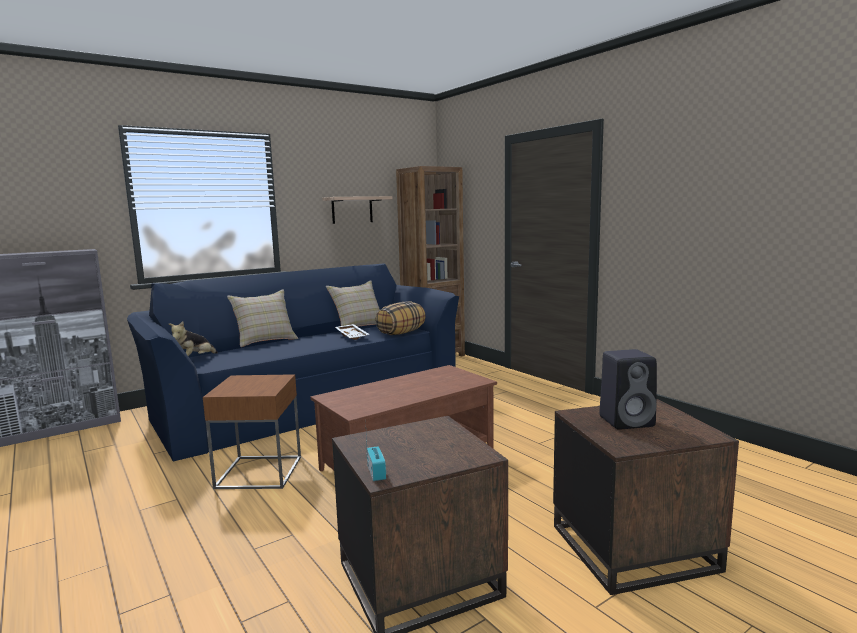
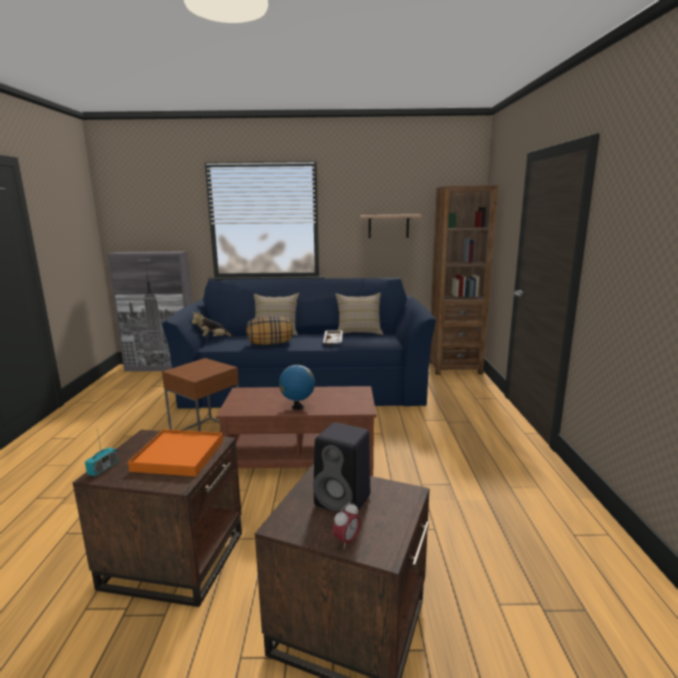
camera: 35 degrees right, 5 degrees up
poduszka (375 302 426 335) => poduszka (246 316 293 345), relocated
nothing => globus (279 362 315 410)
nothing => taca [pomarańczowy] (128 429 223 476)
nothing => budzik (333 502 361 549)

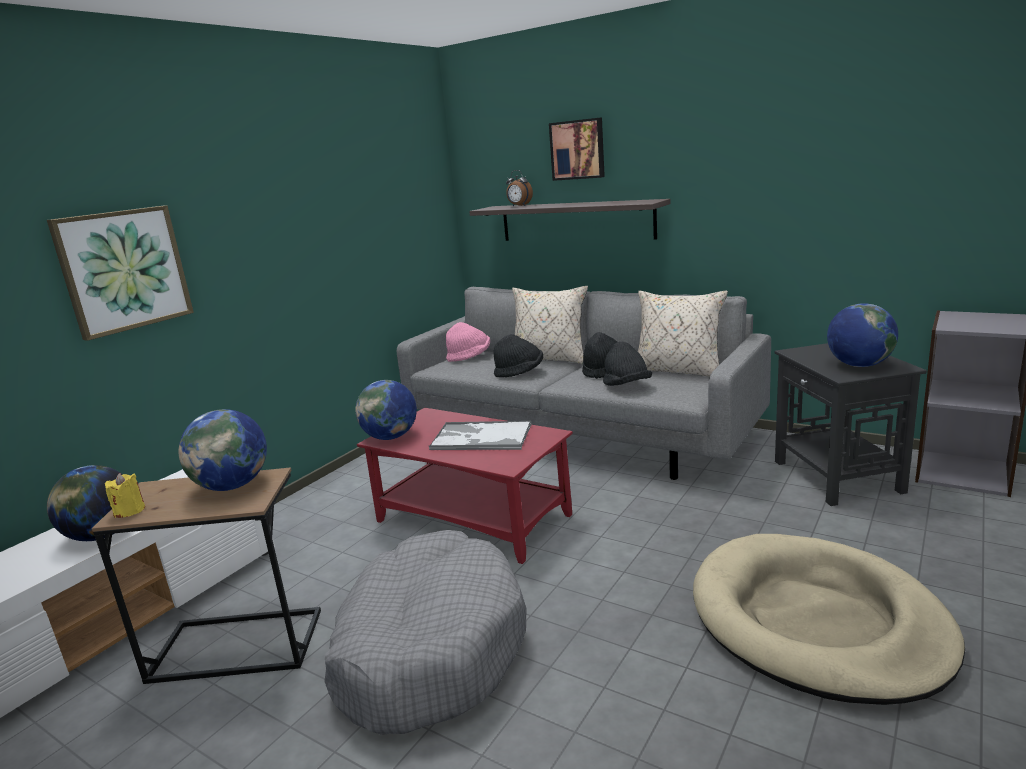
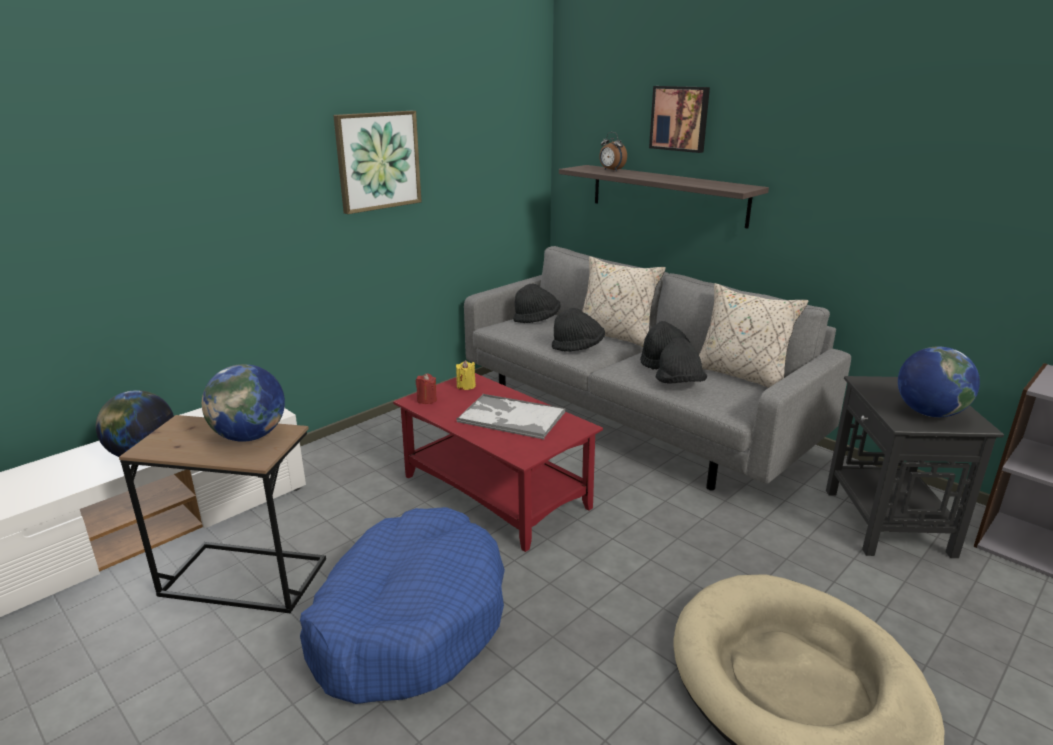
camera: 10 degrees right, 5 degrees up
obraz (47 205 194 341) => obraz (333 111 422 214), relocated
kapelusz [różowy] (446 322 490 362) => kapelusz [czarny] (513 283 560 323)
globus (355 380 417 440) => świeca [czerwony] (416 374 437 404)
świeca [żółty] (105 473 145 518) => świeca [żółty] (456 360 476 390), relocated
legowisko [szary] (324 530 526 735) => legowisko [niebieski] (300 507 505 704)

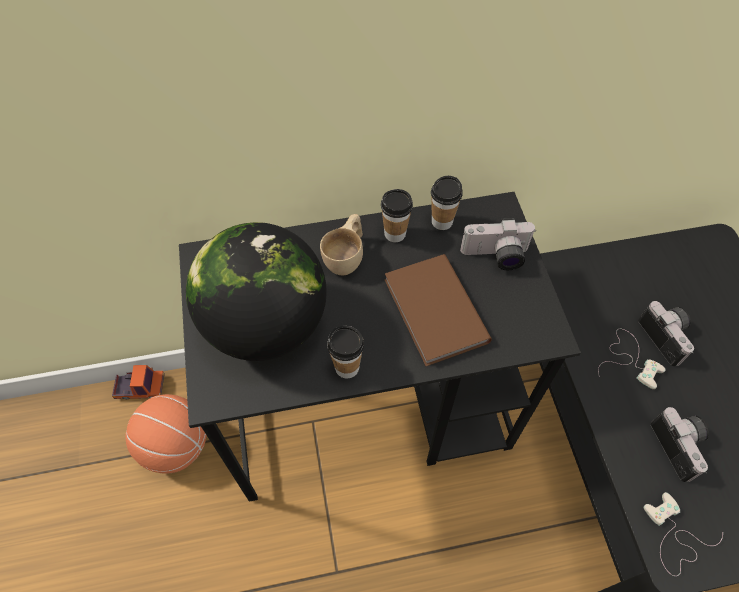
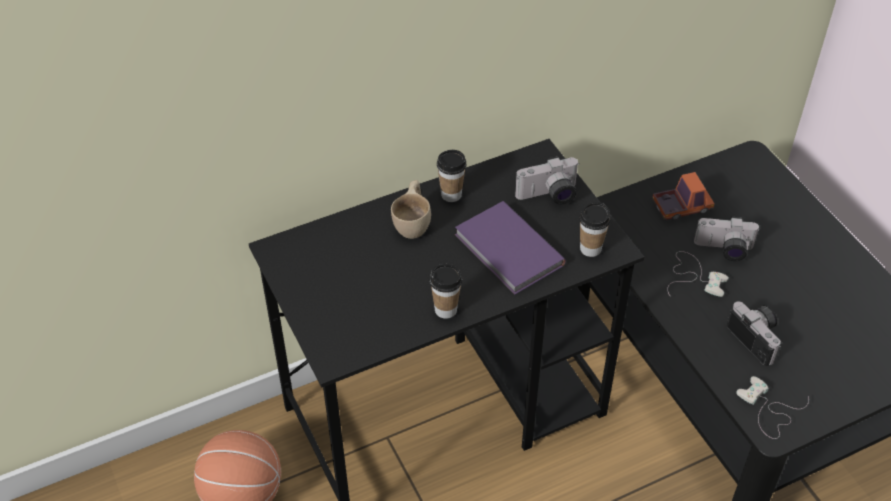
camera: 15 degrees left, 10 degrees down
filiżanka (431 176 463 230) => filiżanka (579 202 610 257), relocated
globus (186 222 327 361) => nothing
książka [brązowy] (385 254 492 366) => książka [fioletowy] (455 201 566 294)
aparat fotograficzny (638 301 694 366) => aparat fotograficzny (694 217 759 261), 135 degrees clockwise
ciężarówka zabawkowa (112 365 165 399) => ciężarówka zabawkowa (652 172 715 220), relocated

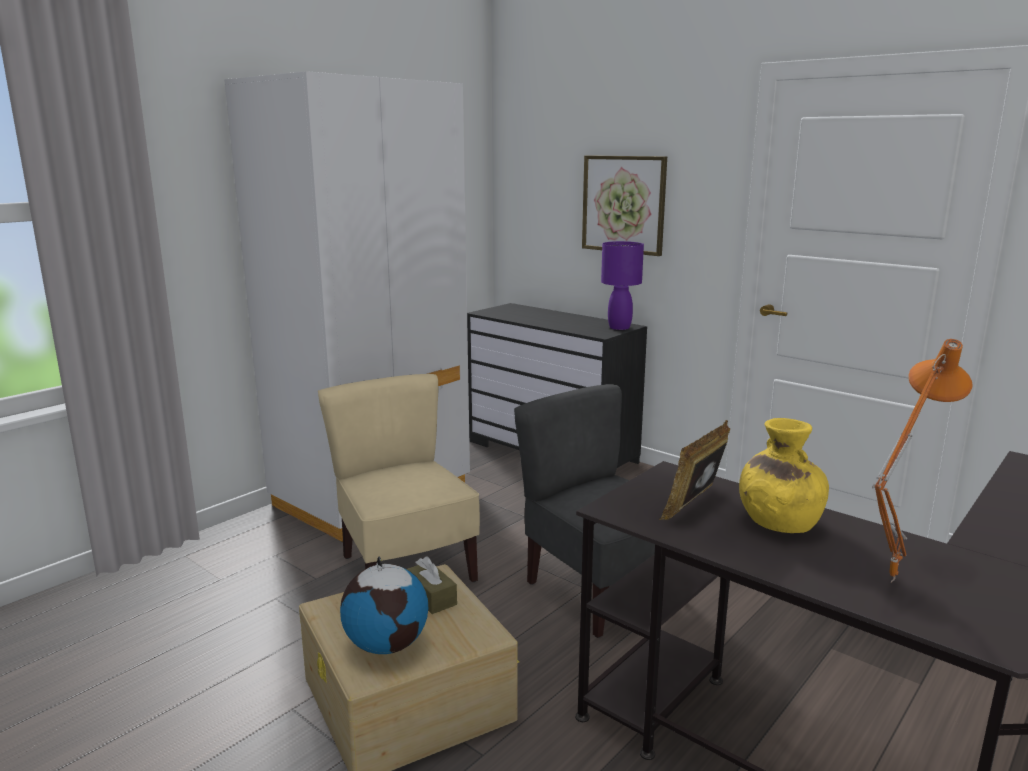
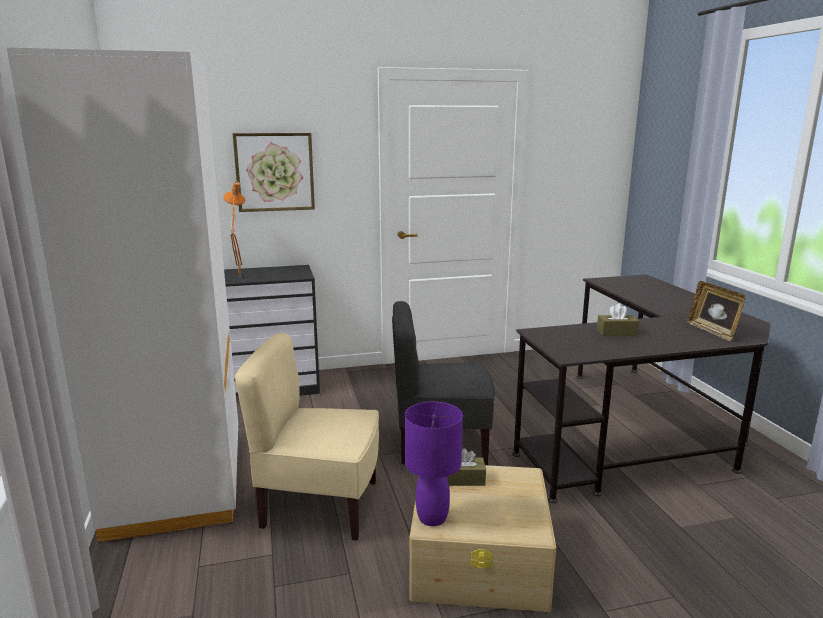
camera: 55 degrees left, 0 degrees up
lampa stołowa [fioletowy] (601 241 644 330) => lampa stołowa [fioletowy] (405 402 463 526), relocated
lampa stołowa [pomarańczowy] (872 339 972 582) => lampa stołowa [pomarańczowy] (223 181 245 276), relocated
wazon [żółty] (739 418 829 533) => pudełko chusteczek [brązowy] (597 303 639 336)
ramka na zdjęcie (659 420 730 520) => ramka na zdjęcie (687 281 746 341), relocated
globus (340 557 428 654) => nothing

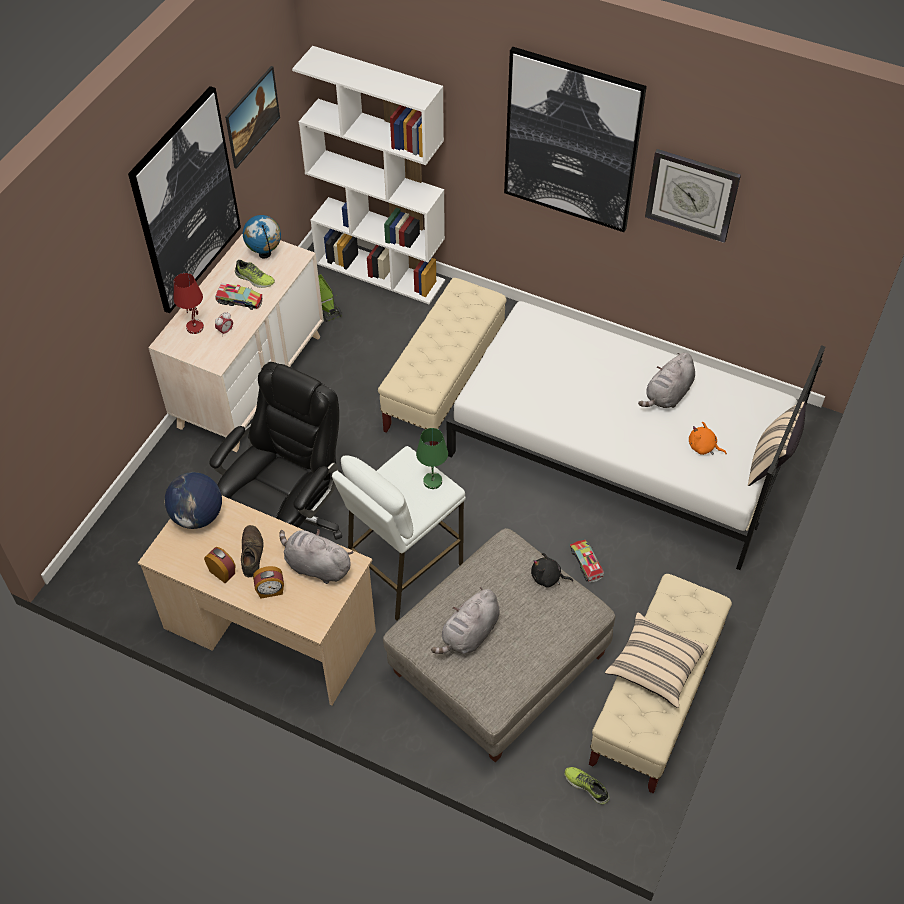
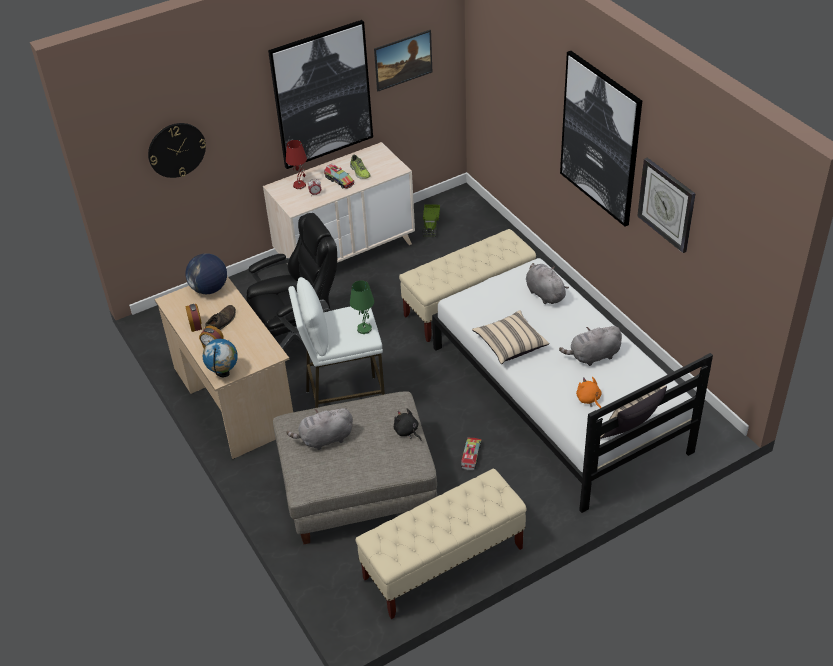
camera: 35 degrees right, 10 degrees down
regał [biały] (292 46 445 304) => nothing
globus (243 215 281 259) => globus (203 339 238 377), relocated
pluszak [szary] (279 529 353 584) => pluszak [szary] (526 263 569 304), relocated
poduszka [beżowy] (605 612 708 708) => poduszka [beżowy] (472 310 549 364), relocated
but (564 767 610 805) => nothing
nothing => zegar ścienny (148 123 206 178)

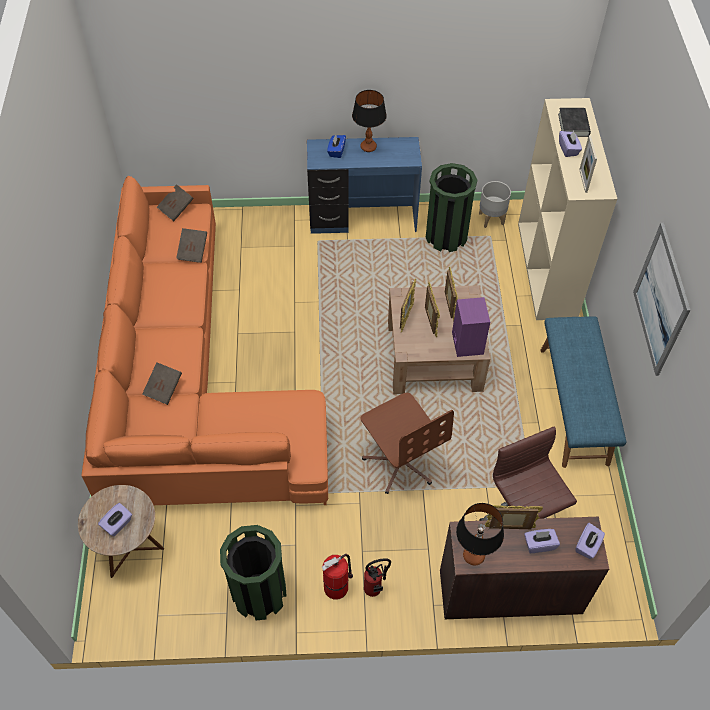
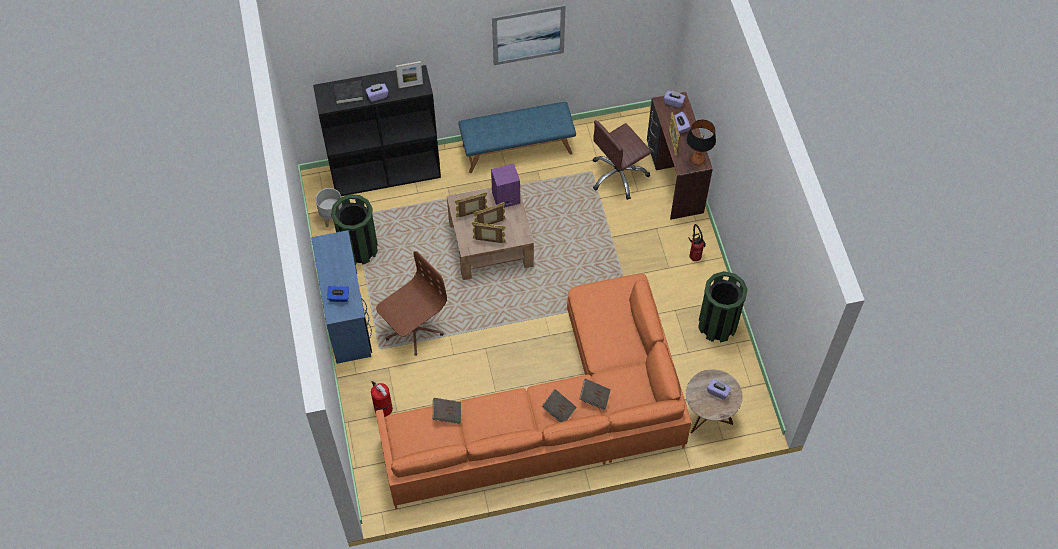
camera: 100 degrees left, 5 degrees up
lampa stołowa (352 90 387 152) => nothing
regał [beżowy] (518 98 617 320) => regał [czarny] (313 65 441 196)
książka [brązowy] (157 184 194 221) => książka [brązowy] (542 389 577 422), relocated
krzesło biurowe [brązowy] (360 393 454 494) => krzesło biurowe [brązowy] (376 251 447 356), relocated
gaśnica (322 554 353 600) => gaśnica (371 381 393 417), relocated

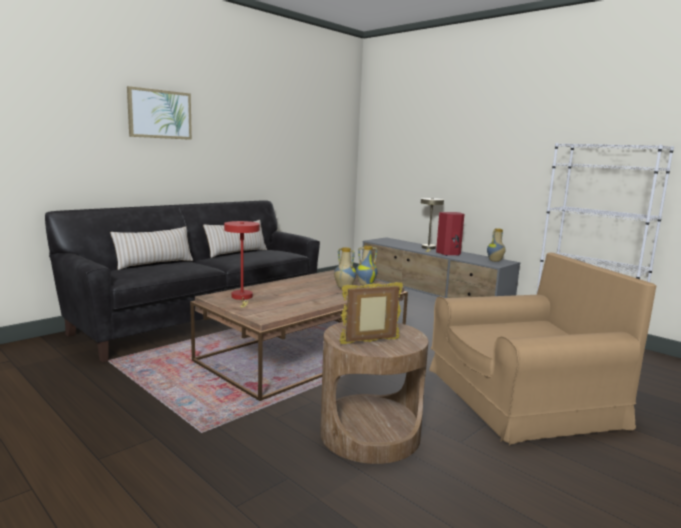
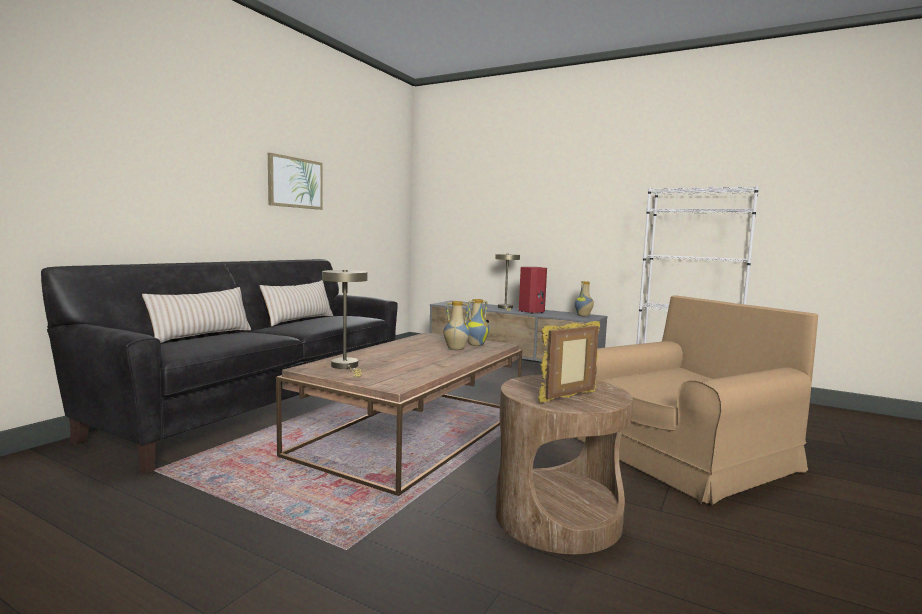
camera: 15 degrees left, 5 degrees down
obraz (127 86 192 140) => obraz (268 153 323 210), relocated
lampa stołowa [czerwony] (224 221 260 307) => lampa stołowa [beżowy] (322 270 367 377)

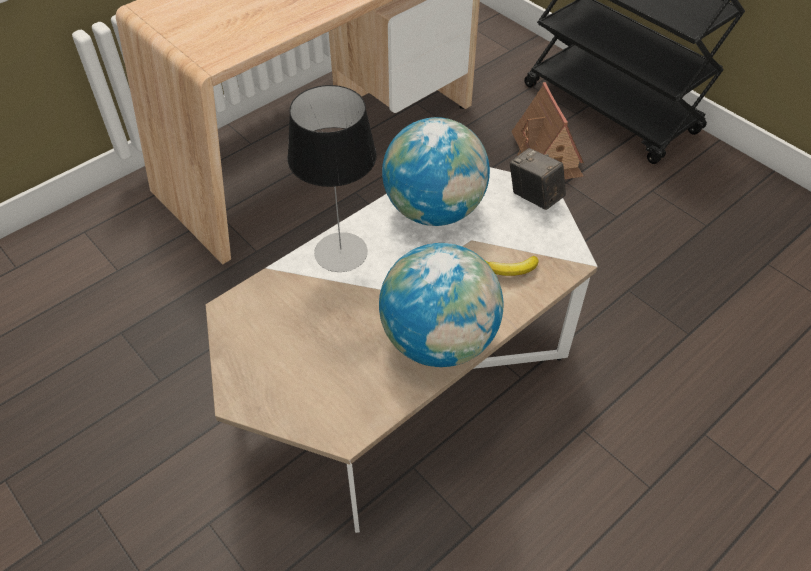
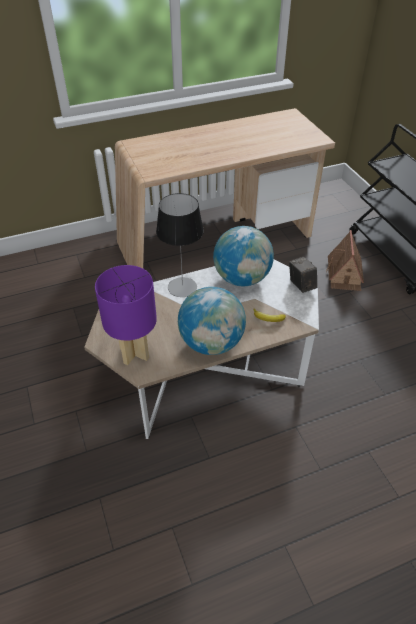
camera: 20 degrees right, 5 degrees down
nothing => lampa stołowa [fioletowy] (95 265 157 365)

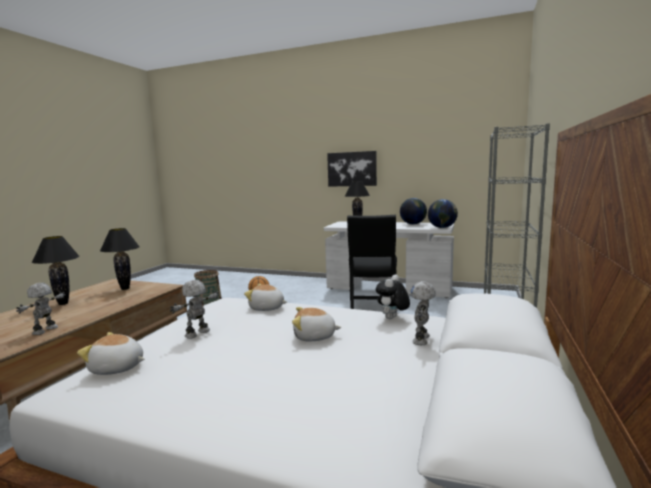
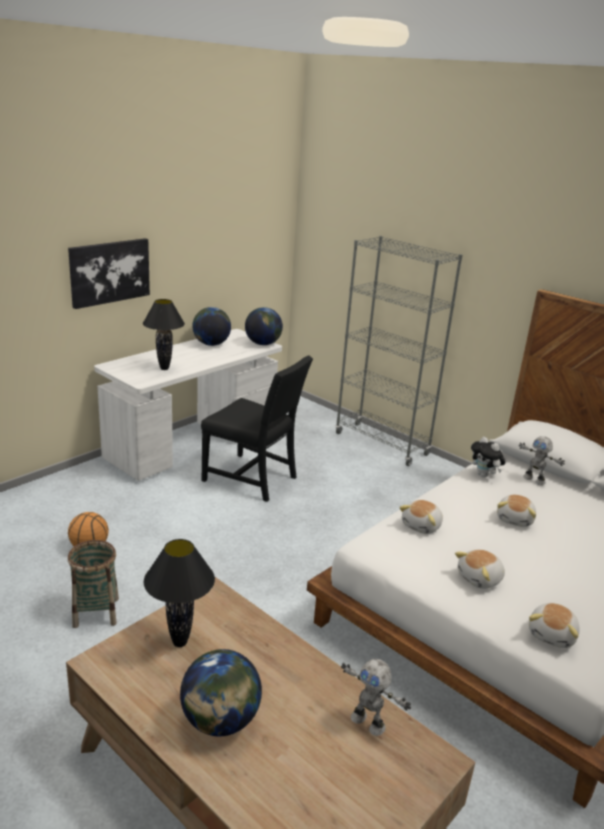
camera: 70 degrees left, 15 degrees up
lampa stołowa [czarny] (32 236 80 305) => globus (180 649 262 737)
robot zabawkowy (170 280 220 339) => pluszak (455 549 505 589)

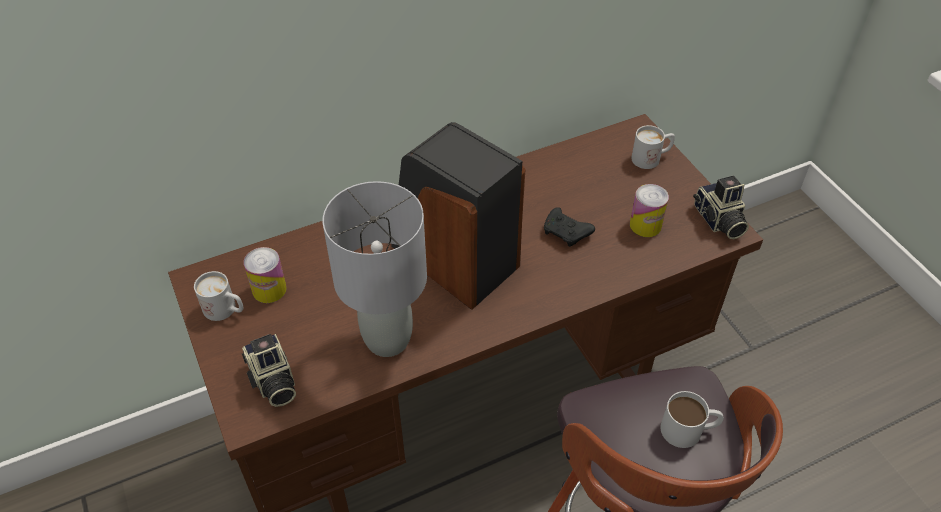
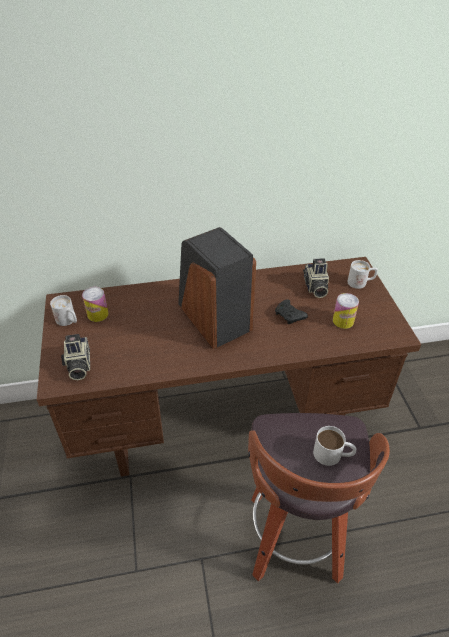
camera: 15 degrees right, 5 degrees down
aparat fotograficzny (693 175 749 239) => aparat fotograficzny (303 258 329 298), relocated
lampa stołowa [szary] (322 181 427 357) => nothing

